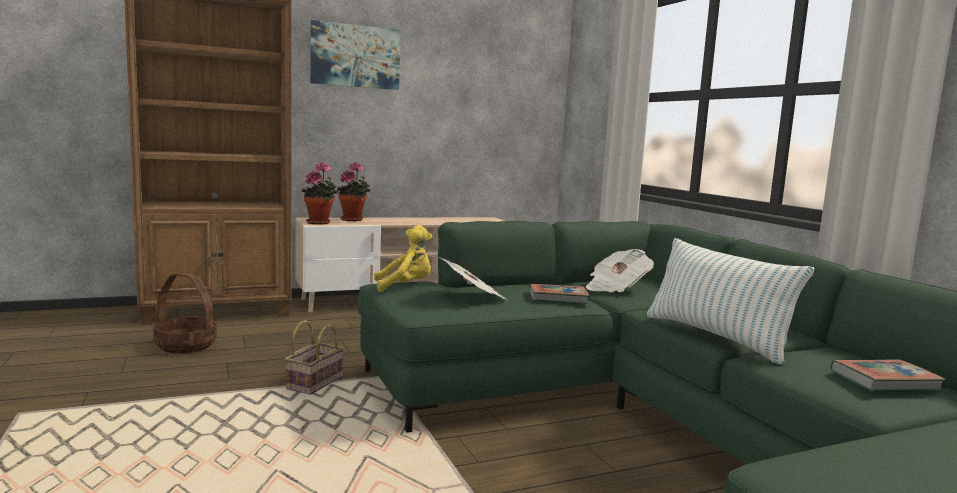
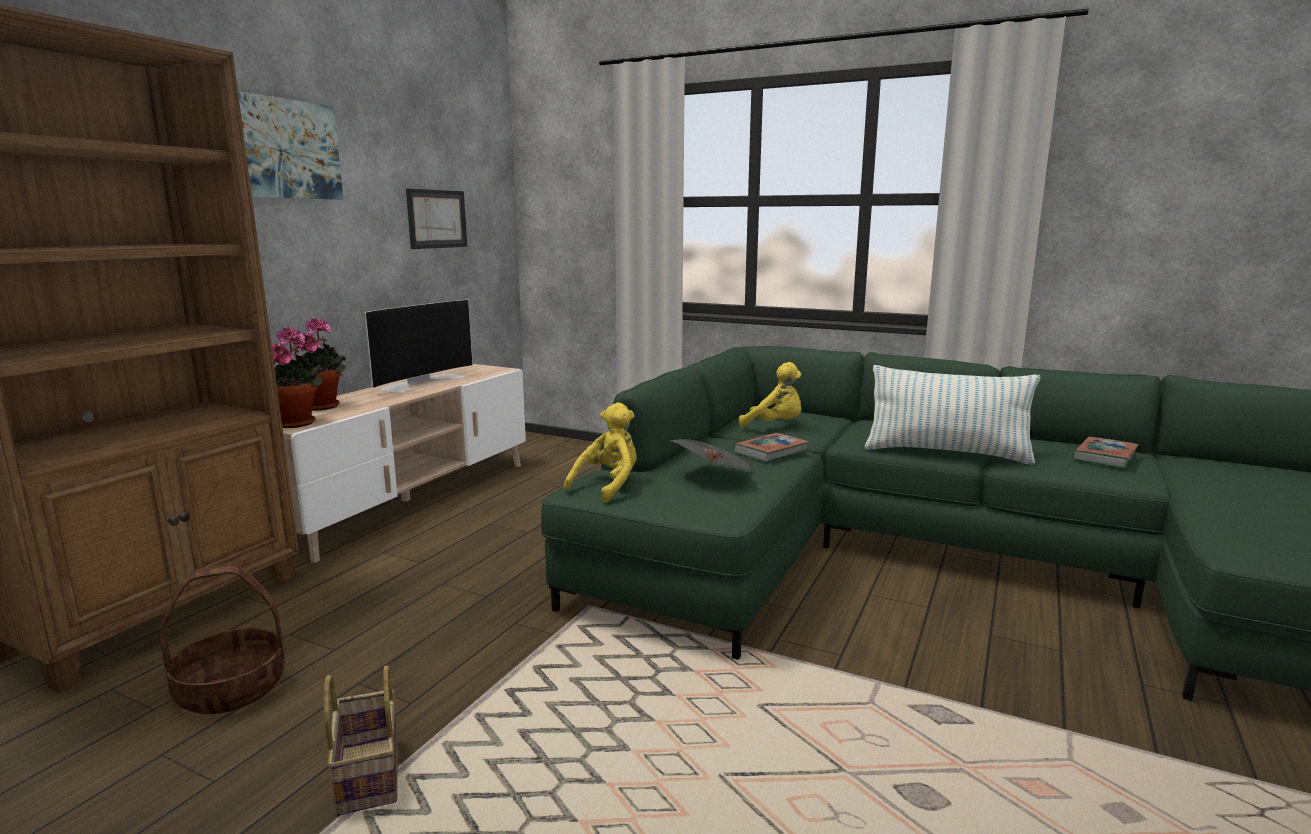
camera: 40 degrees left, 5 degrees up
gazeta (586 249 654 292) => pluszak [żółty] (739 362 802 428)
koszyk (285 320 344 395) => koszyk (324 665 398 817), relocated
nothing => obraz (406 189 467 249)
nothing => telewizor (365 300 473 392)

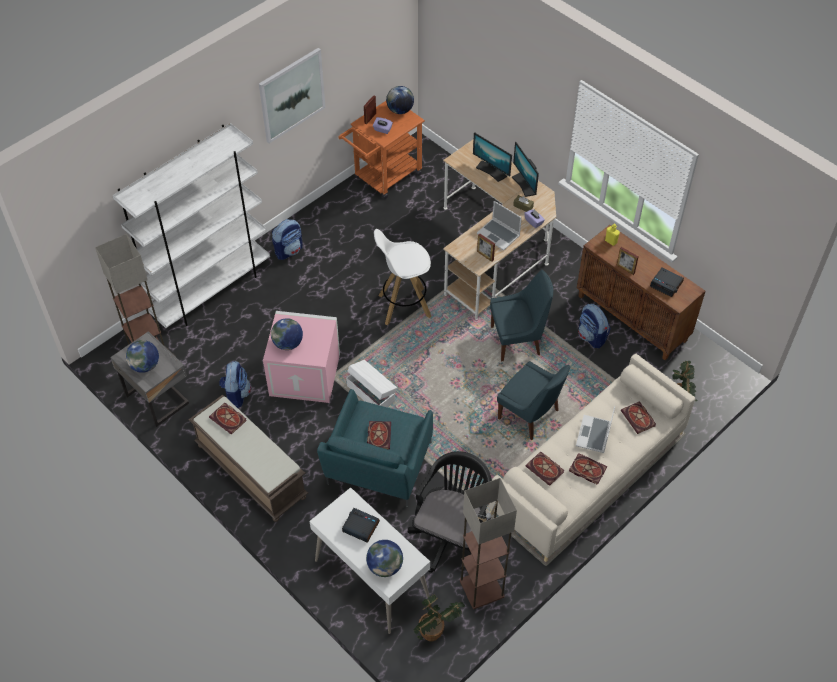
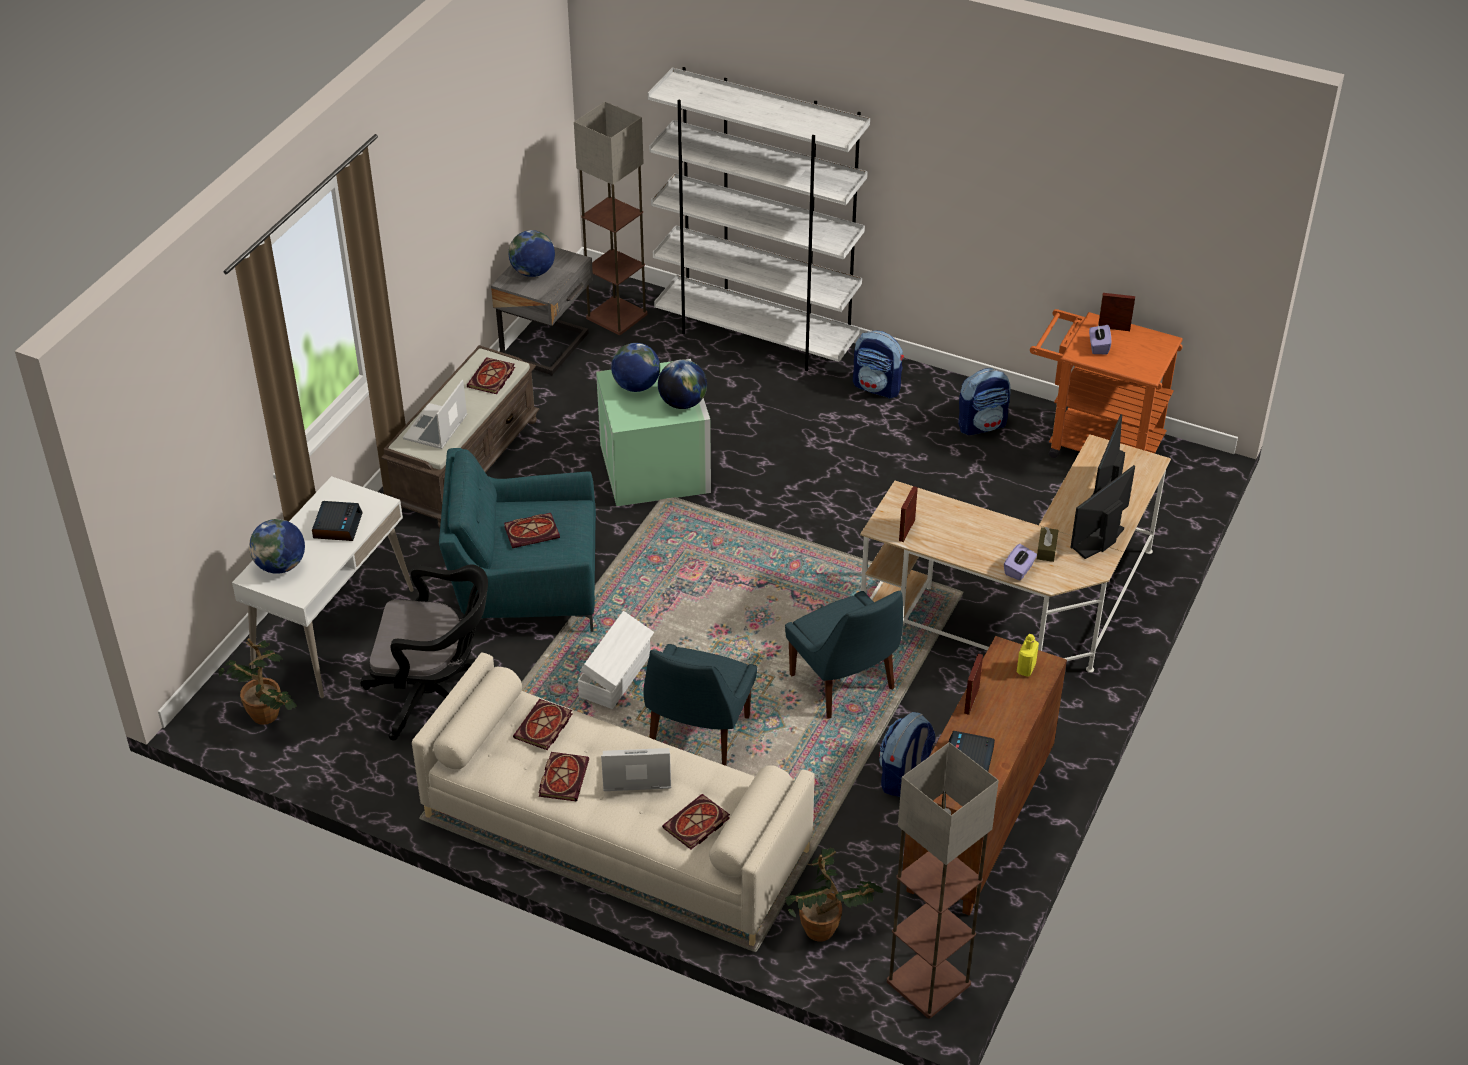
camera: 70 degrees right, 10 degrees down
obraz (259 48 326 143) => nothing
globus (386 86 414 114) => globus (658 359 707 409), relocated
laptop (477 201 522 251) => laptop (403 380 467 449), relocated
stołek [biały] (374 229 431 325) => nothing
pojemnik do przechowywania [różowy] (263 311 340 403) => pojemnik do przechowywania [zielony] (596 359 711 507)
pojemnik do przechowywania [biały] (346 360 397 407) => pojemnik do przechowywania [biały] (578 611 654 709), relocated
plecak (219 361 251 408) => plecak (958 368 1011 435), relocated
lampa stojąca (460 478 517 609) => lampa stojąca (887 742 999 1019), relocated

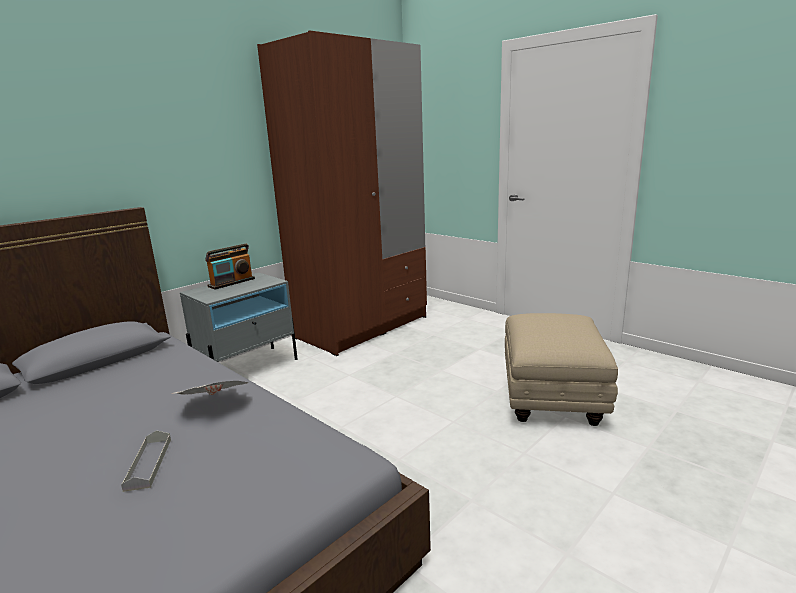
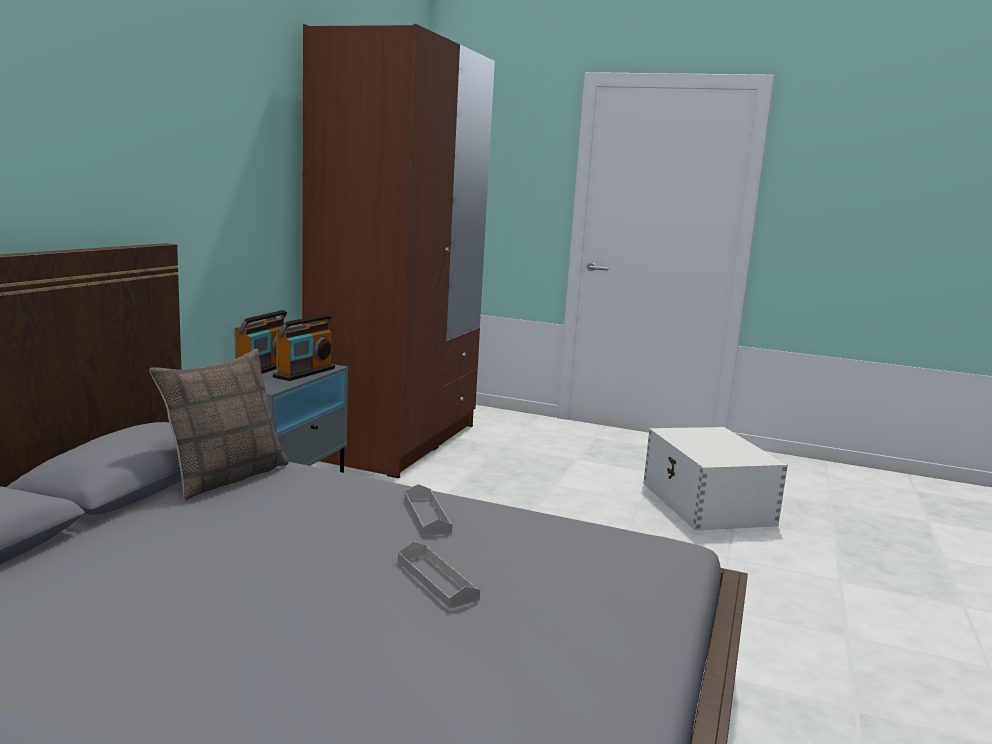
camera: 25 degrees left, 5 degrees down
pufa [beżowy] (505 313 618 426) => pojemnik do przechowywania [biały] (643 427 788 531)
gazeta (174 381 249 395) => taca [szary] (405 484 452 536)
nothing => radio (273 314 335 381)
nothing => poduszka (149 349 289 501)

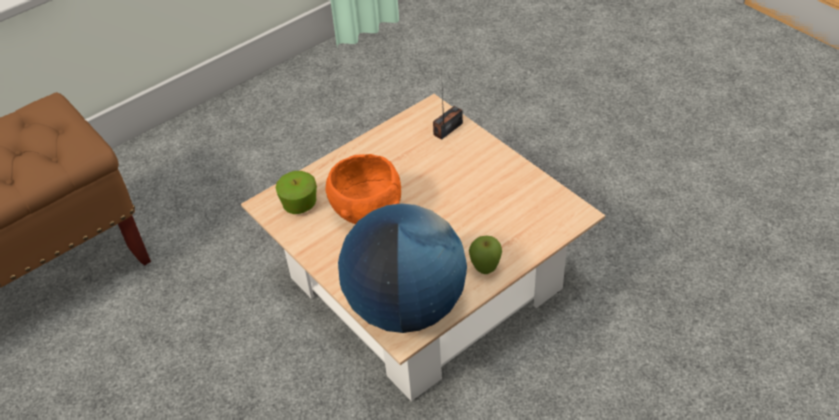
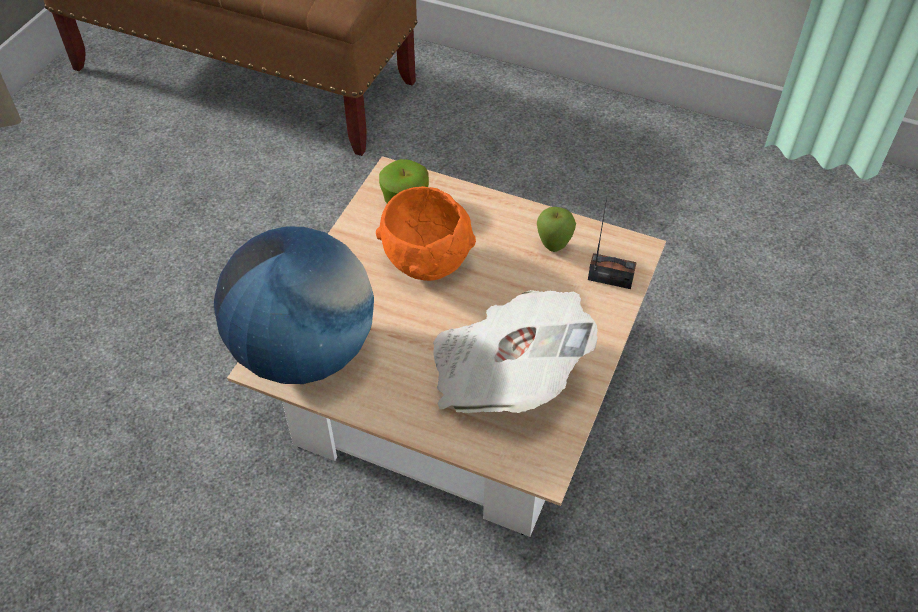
camera: 60 degrees right, 5 degrees up
jabłko (469 236 502 274) => jabłko (537 207 576 252), relocated
nothing => gazeta (433 290 598 413)

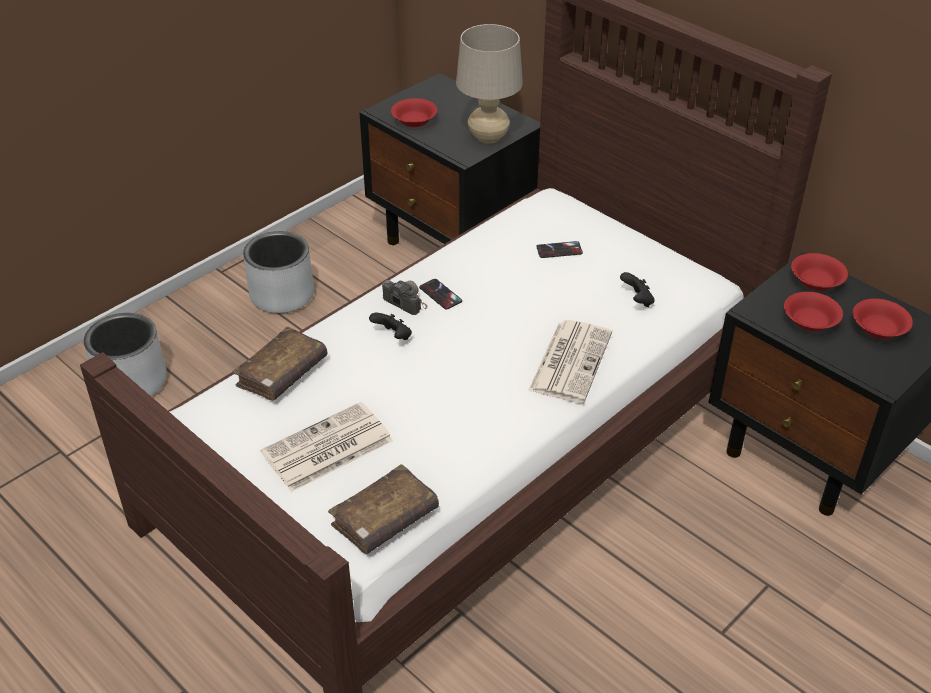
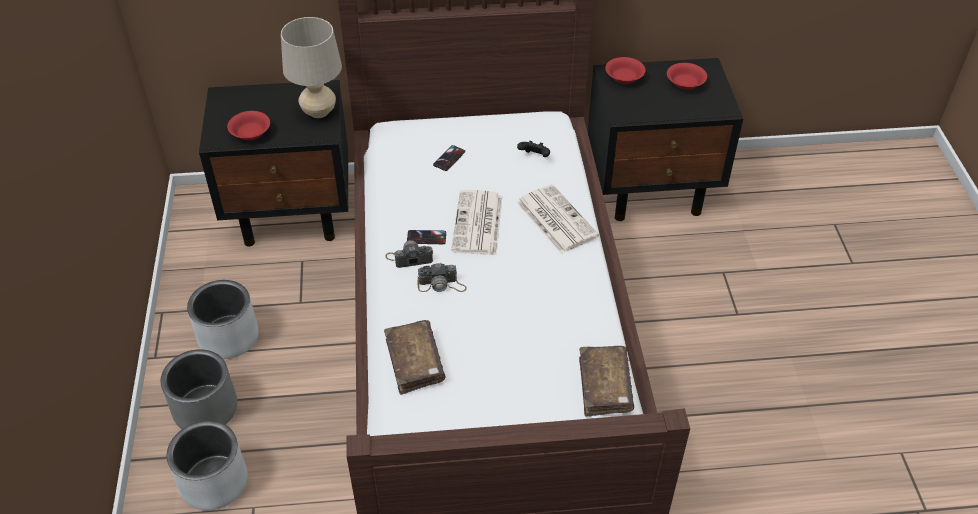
camera: 50 degrees left, 5 degrees up
miska [czerwony] (784 292 843 331) => nothing
pad do gier [czarny] (369 313 412 340) => aparat fotograficzny (418 263 467 292)
gazeta (261 402 393 492) => gazeta (451 190 502 255), relocated
nothing => donica [szary] (161 349 237 429)

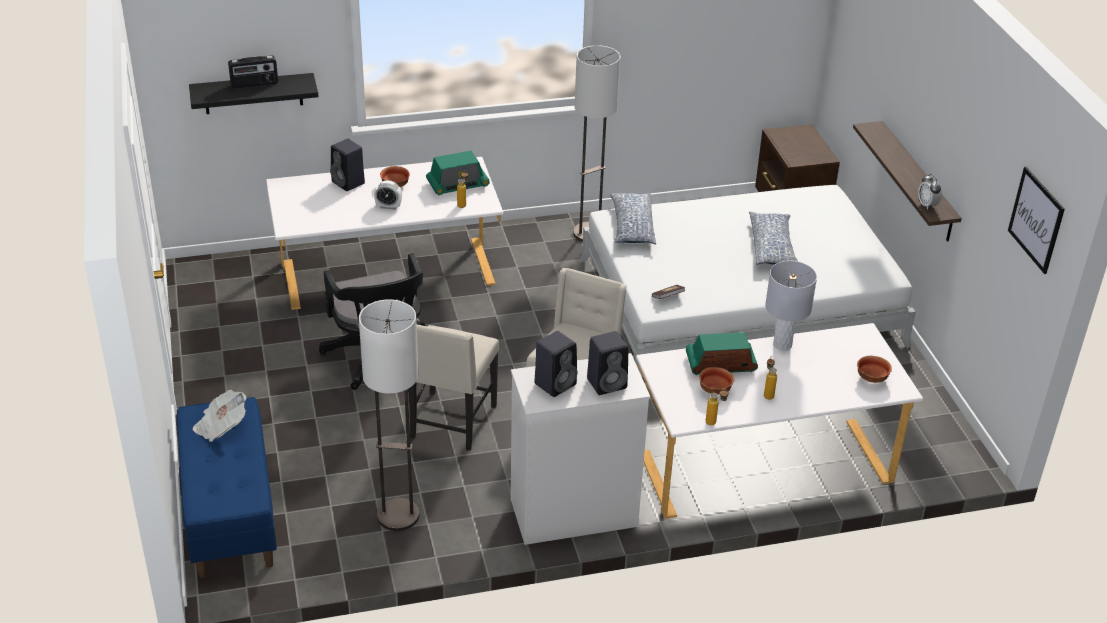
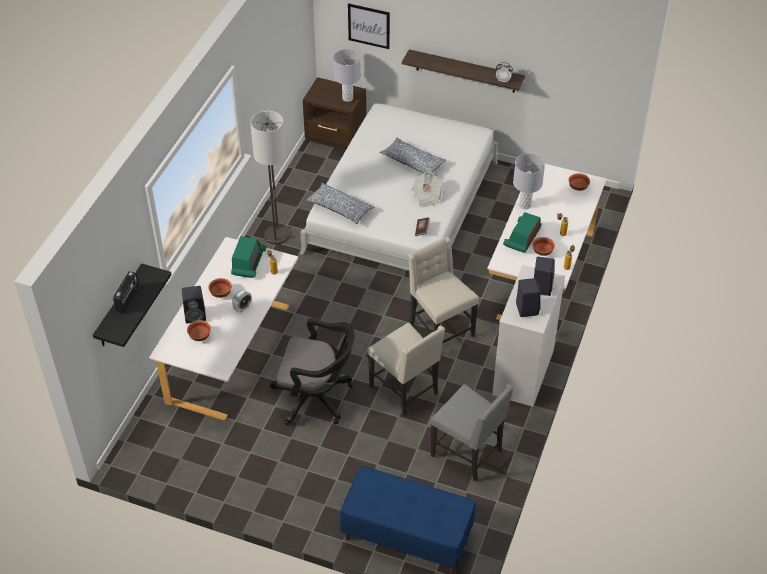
camera: 55 degrees left, 10 degrees up
obraz (1008 167 1065 274) => obraz (348 3 390 49), relocated
lampa stojąca (359 299 419 531) => krzesło [szary] (431 384 514 481)
gazeta (193 390 247 442) => gazeta (412 172 443 207), relocated
nothing => lampa stołowa [szary] (333 49 361 102)
nothing => miska (187 320 211 341)

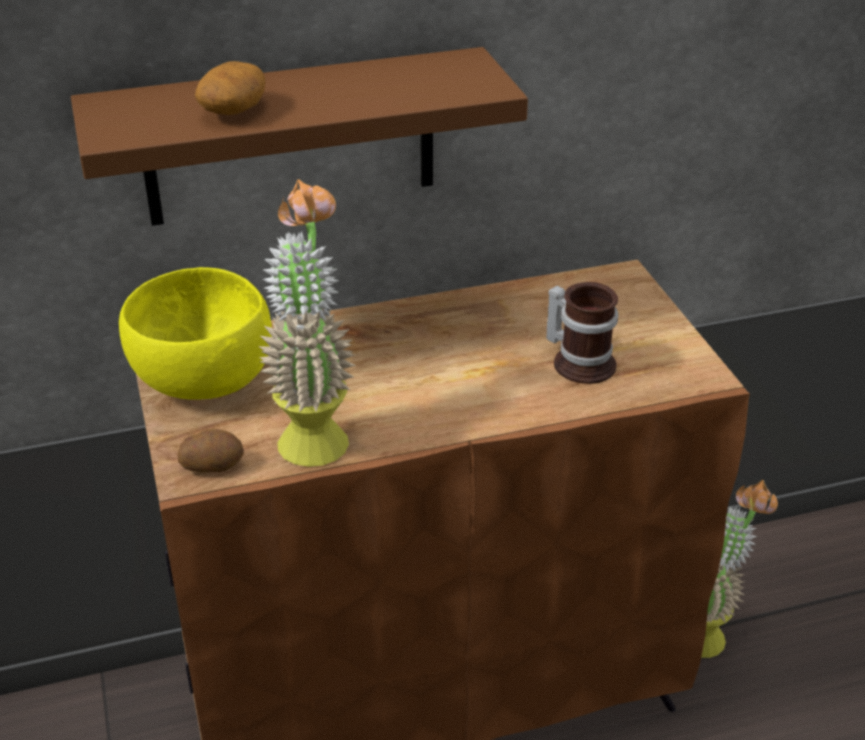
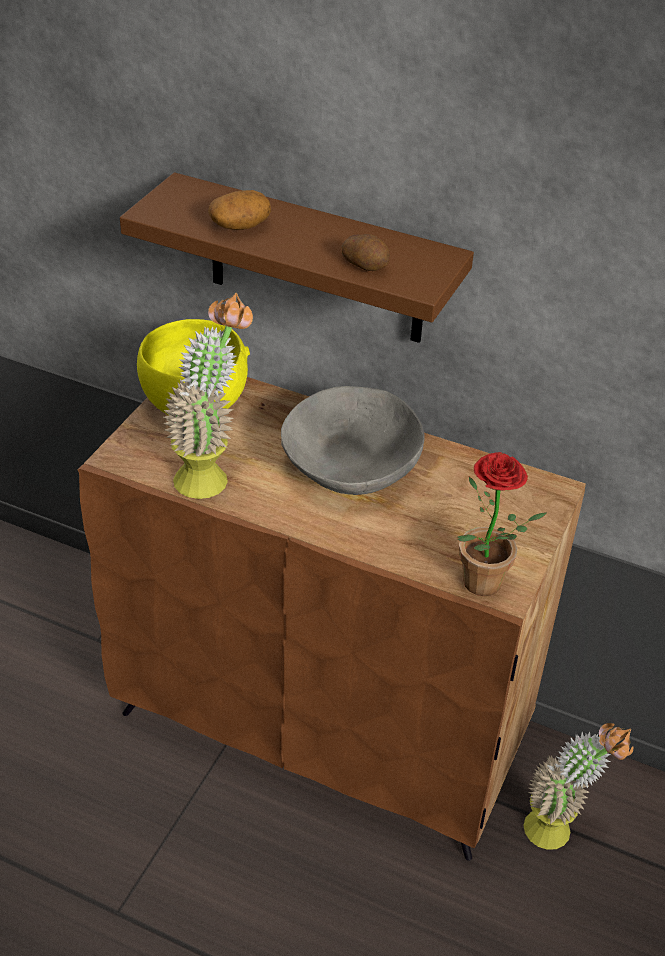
camera: 40 degrees right, 5 degrees up
kubek (546 282 618 384) => nothing
ziemniak (178 429 244 472) => ziemniak (341 234 390 271), relocated
nothing => miska [szary] (281 386 425 495)
nothing => roślina doniczkowa (457 452 547 596)

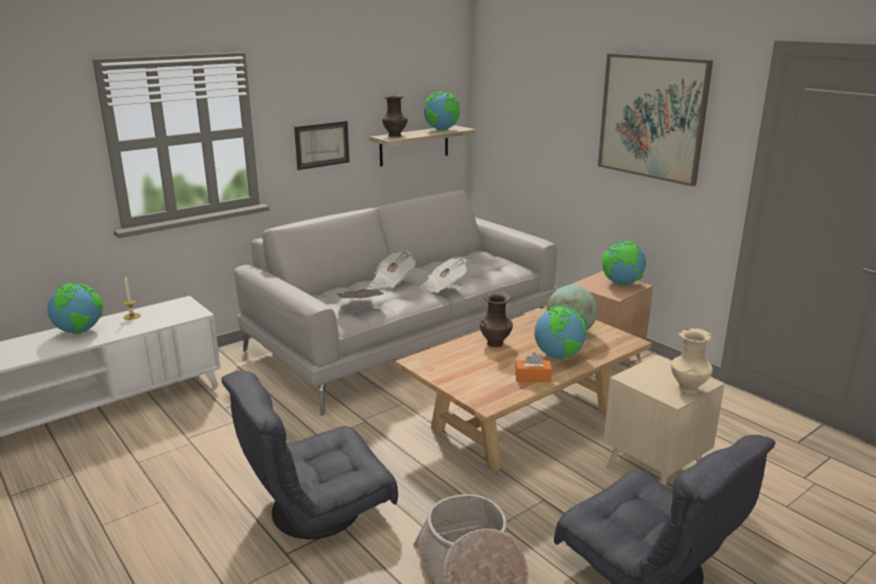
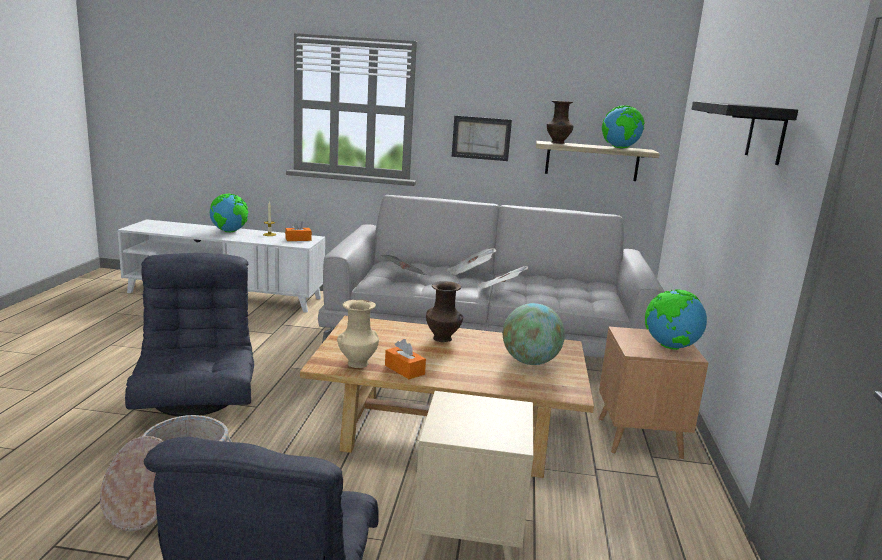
camera: 45 degrees right, 5 degrees down
obraz (598 53 713 186) => półka [czarny] (692 101 798 165)
globus (535 306 587 359) => nothing
wazon [beżowy] (671 328 713 394) => wazon [beżowy] (337 300 379 368), relocated
fotel [szary] (221 370 398 539) => fotel [szary] (125 253 254 416), 60 degrees clockwise
nothing => pudełko chusteczek [pomarańczowy] (285 220 312 241)

